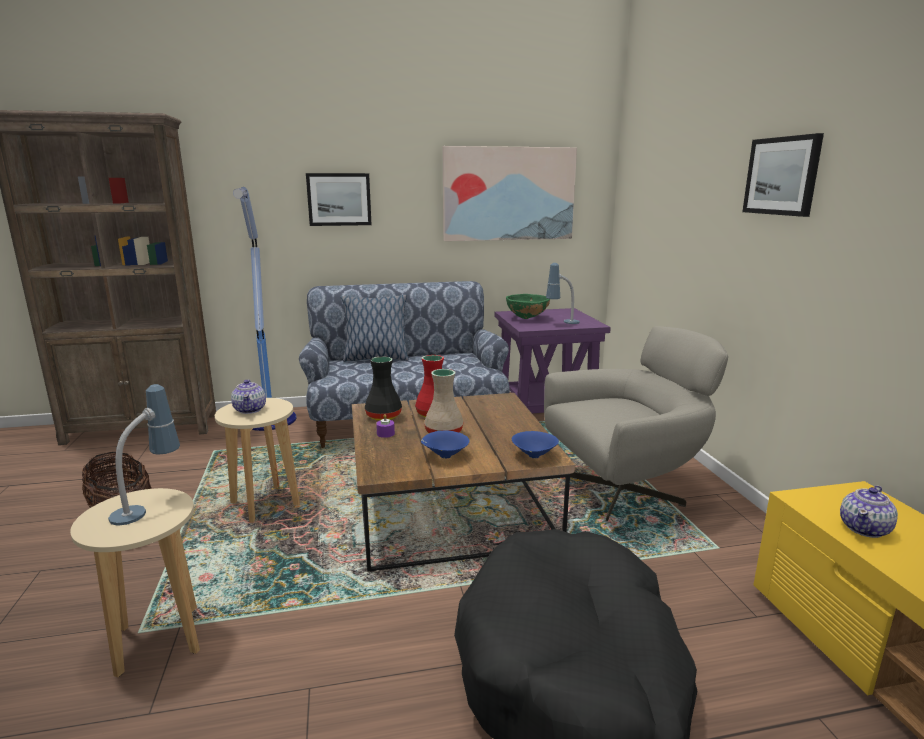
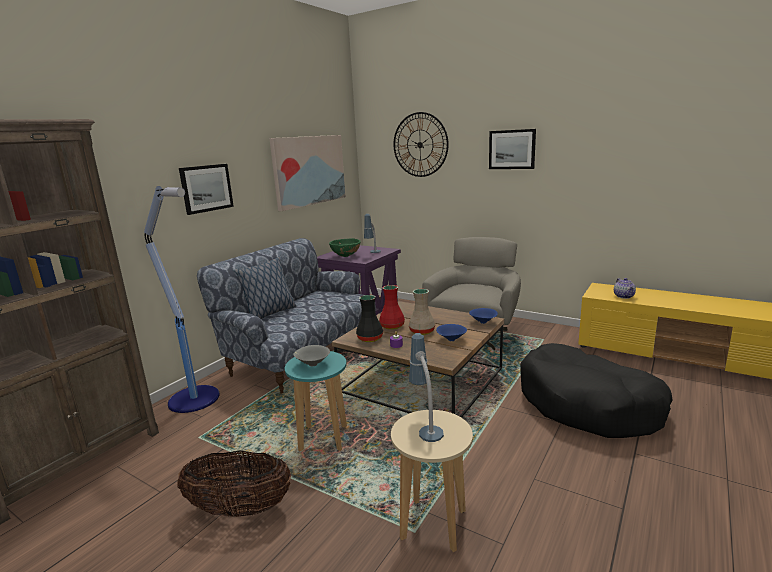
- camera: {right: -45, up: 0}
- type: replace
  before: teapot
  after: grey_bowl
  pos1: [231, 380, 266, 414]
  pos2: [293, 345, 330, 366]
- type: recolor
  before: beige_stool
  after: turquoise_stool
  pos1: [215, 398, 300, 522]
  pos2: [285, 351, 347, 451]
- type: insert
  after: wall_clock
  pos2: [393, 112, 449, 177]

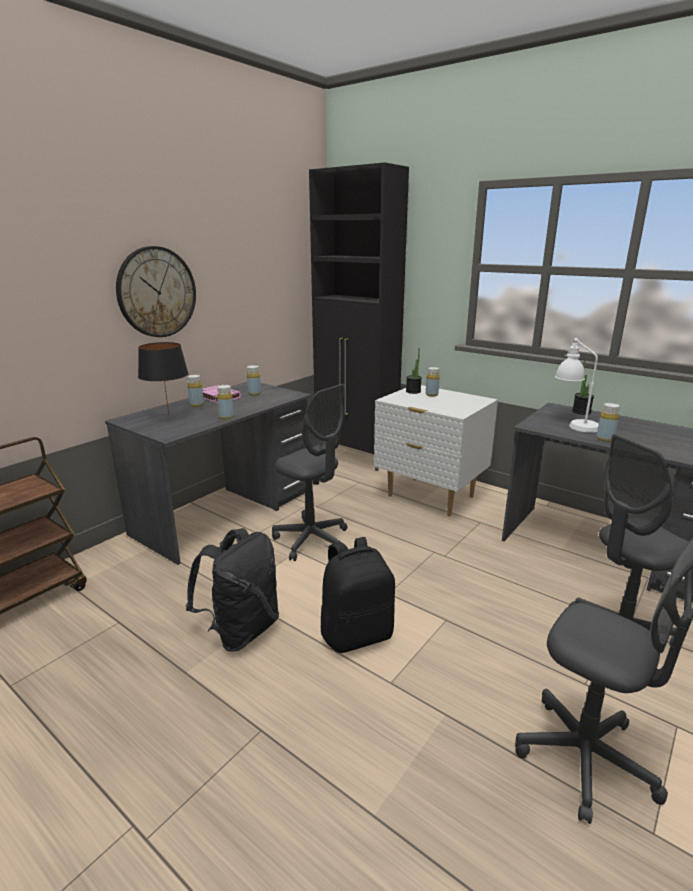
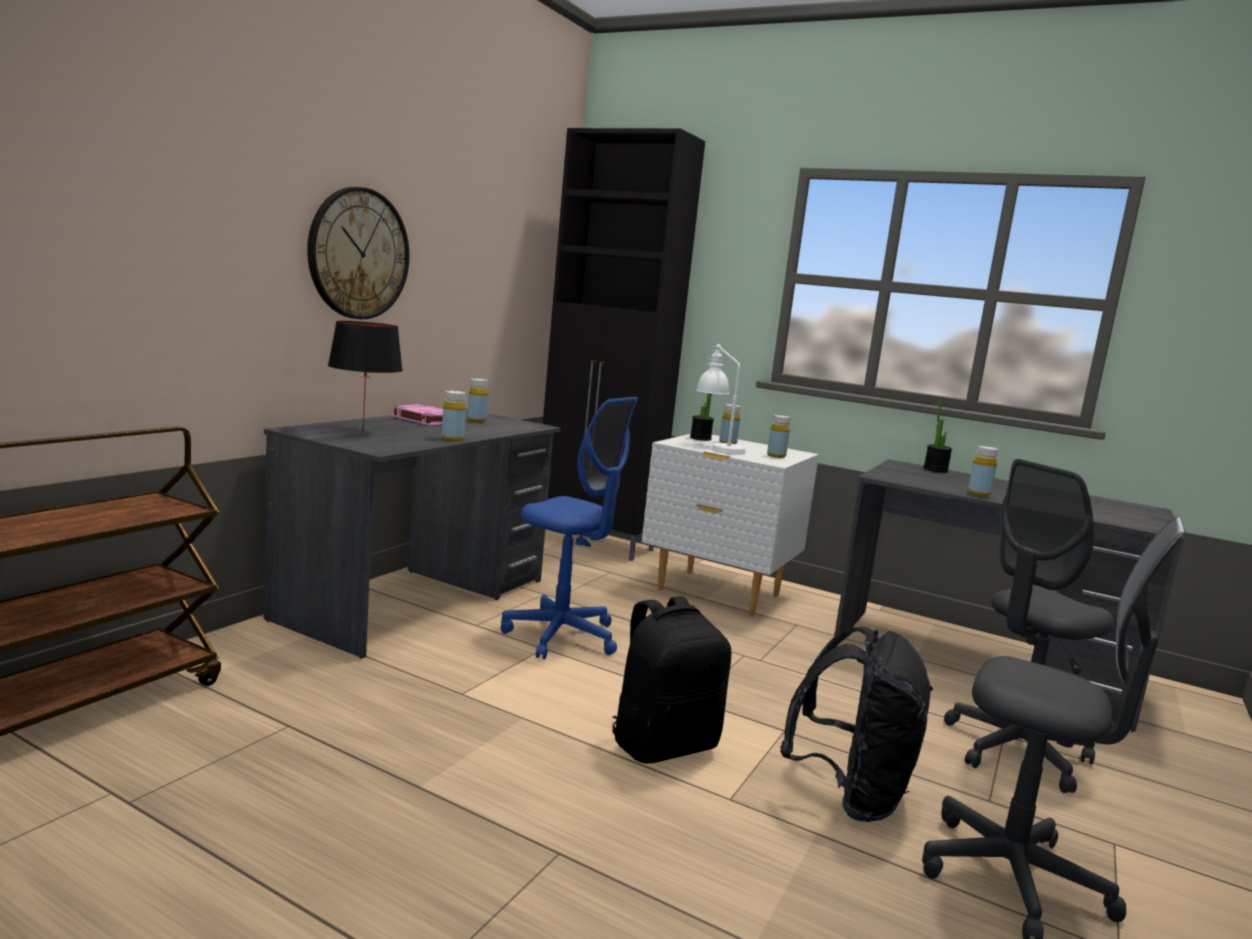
- camera: {right: -10, up: -10}
- type: move
  before: white_table_lamp
  pos1: [555, 338, 599, 433]
  pos2: [696, 344, 746, 455]
- type: move
  before: yellow_bottle
  pos1: [187, 375, 204, 407]
  pos2: [767, 415, 790, 458]
- type: recolor
  before: grey_office_chair
  after: blue_office_chair
  pos1: [272, 384, 347, 561]
  pos2: [501, 397, 638, 660]
- type: move
  before: black_backpack
  pos1: [186, 528, 279, 652]
  pos2: [780, 627, 933, 822]

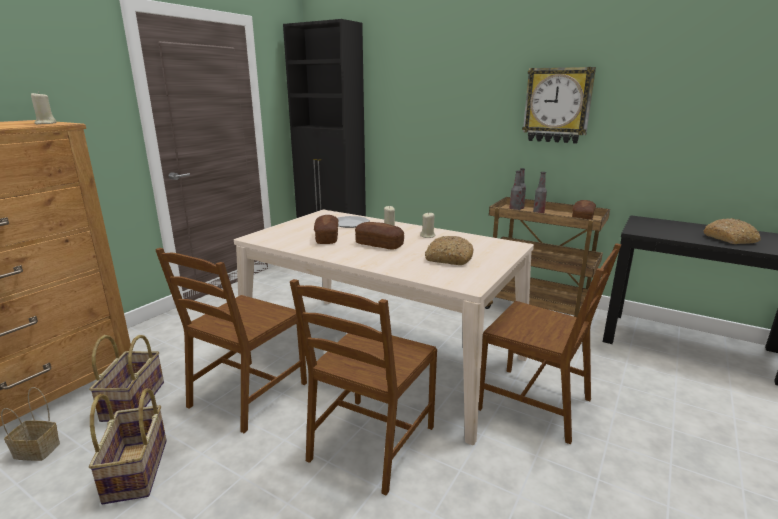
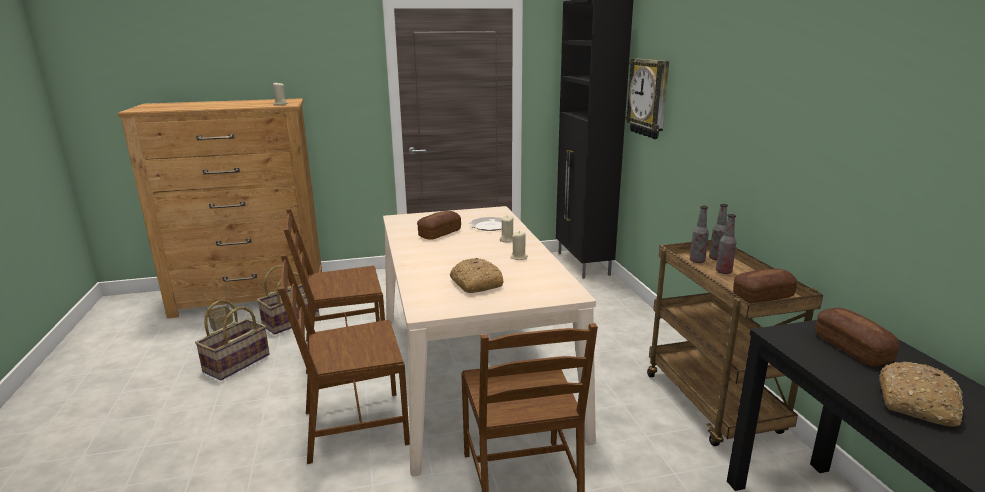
- camera: {right: 45, up: 0}
- type: move
  before: wall_clock
  pos1: [522, 67, 596, 144]
  pos2: [625, 58, 669, 139]
- type: move
  before: bread
  pos1: [355, 222, 404, 250]
  pos2: [815, 308, 899, 366]

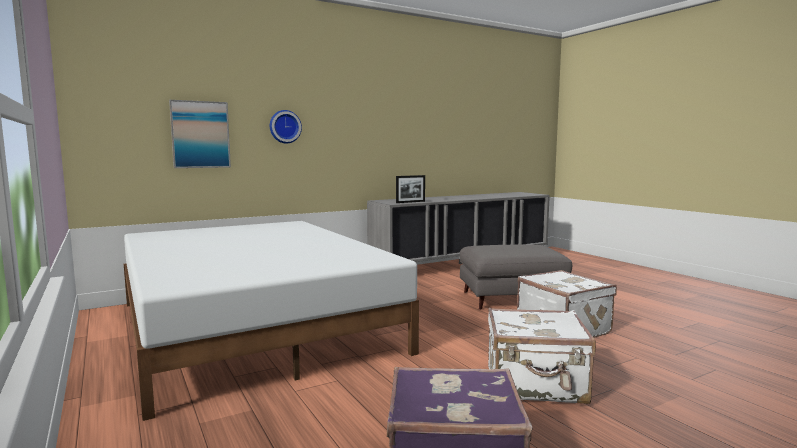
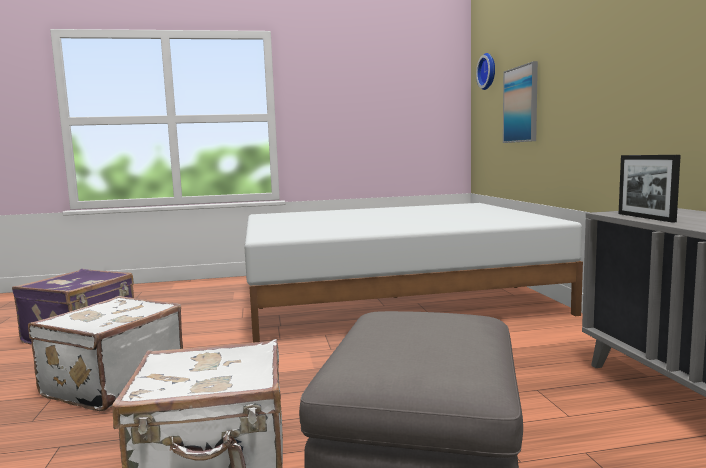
- camera: {right: 110, up: 0}
- type: move
  before: wall_clock
  pos1: [270, 110, 302, 143]
  pos2: [476, 53, 495, 90]

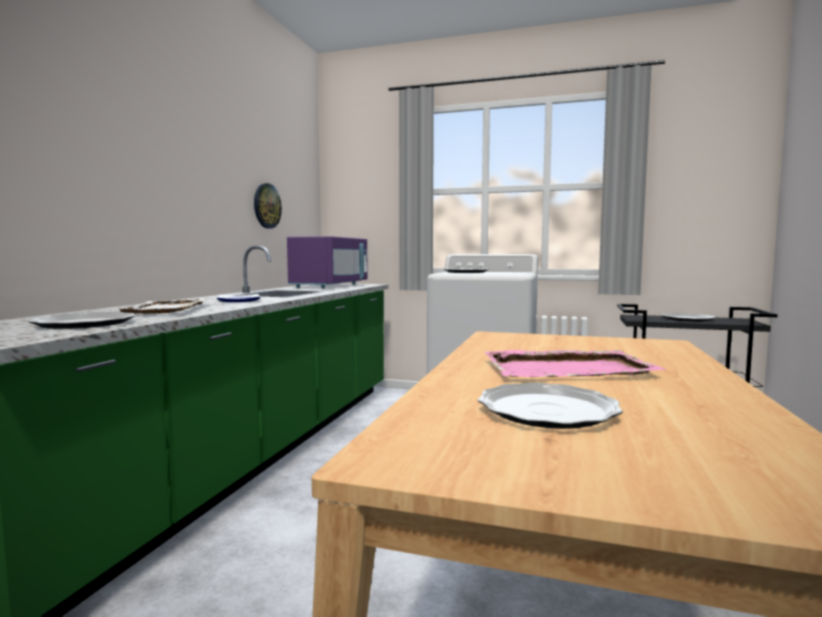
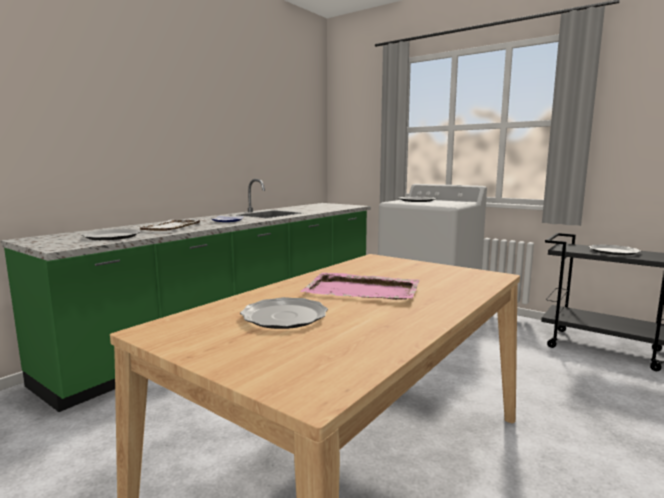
- camera: {right: 20, up: 5}
- type: delete
  before: wall_clock
  pos1: [254, 183, 282, 229]
- type: delete
  before: purple_microwave
  pos1: [287, 236, 368, 289]

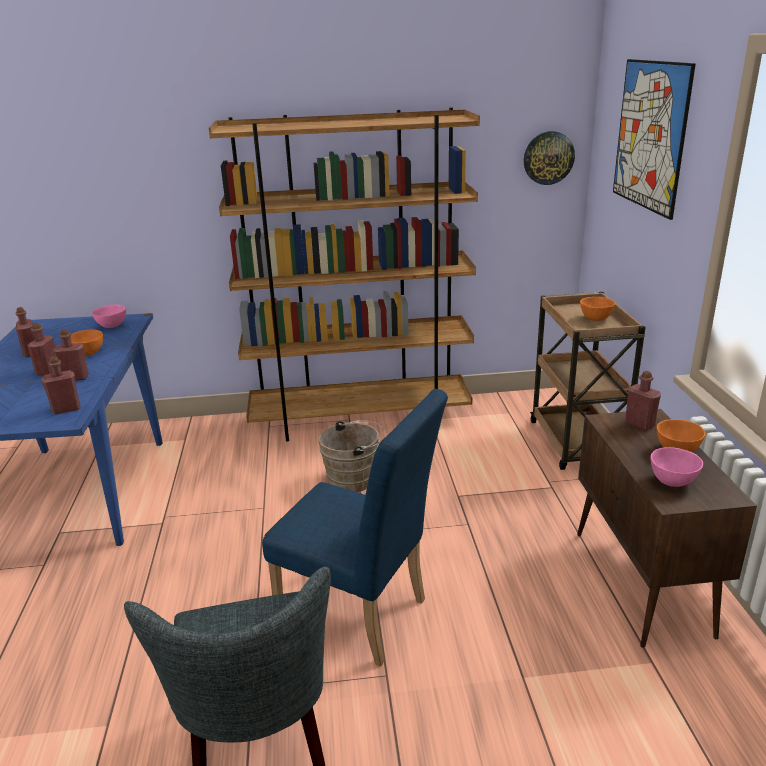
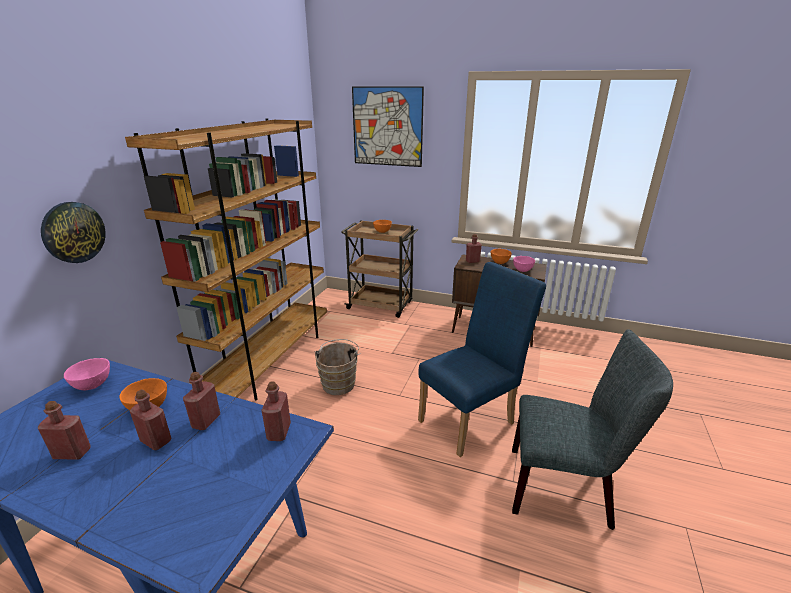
- camera: {right: -65, up: 0}
- type: move
  before: wall_clock
  pos1: [524, 131, 575, 185]
  pos2: [41, 202, 105, 263]

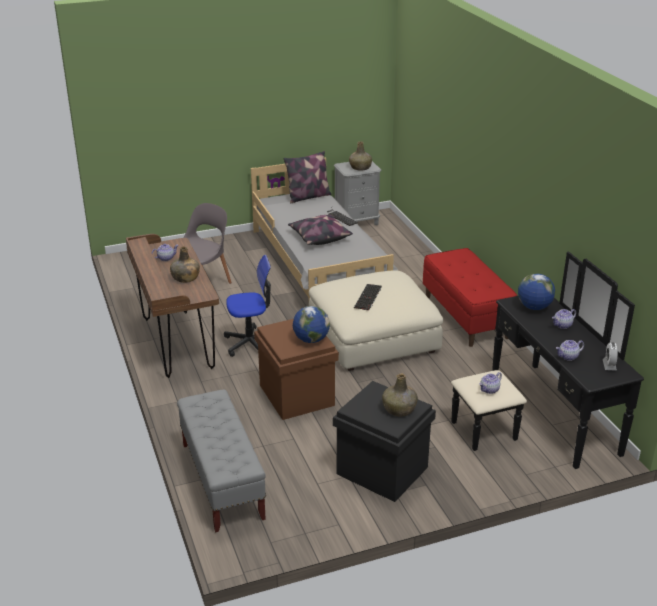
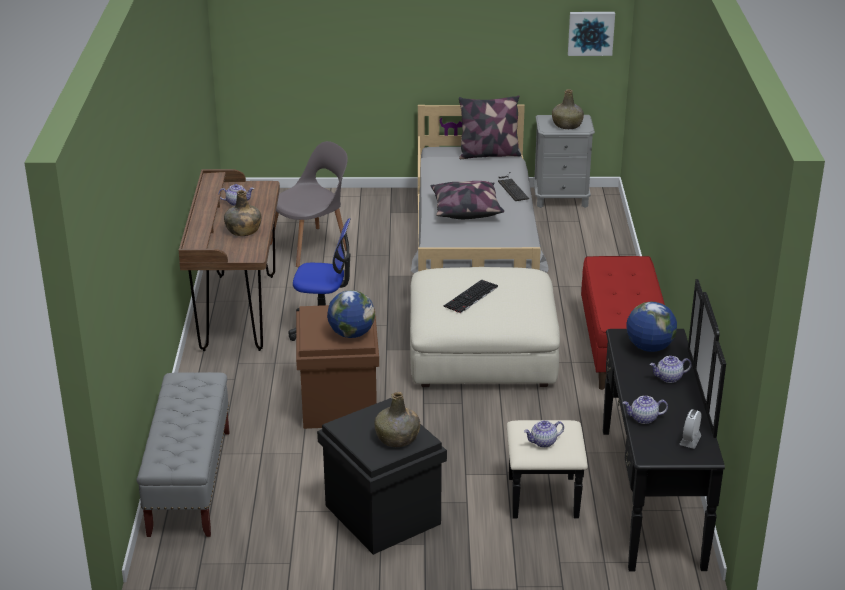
- camera: {right: 20, up: 0}
- type: insert
  after: picture
  pos2: [568, 12, 615, 56]

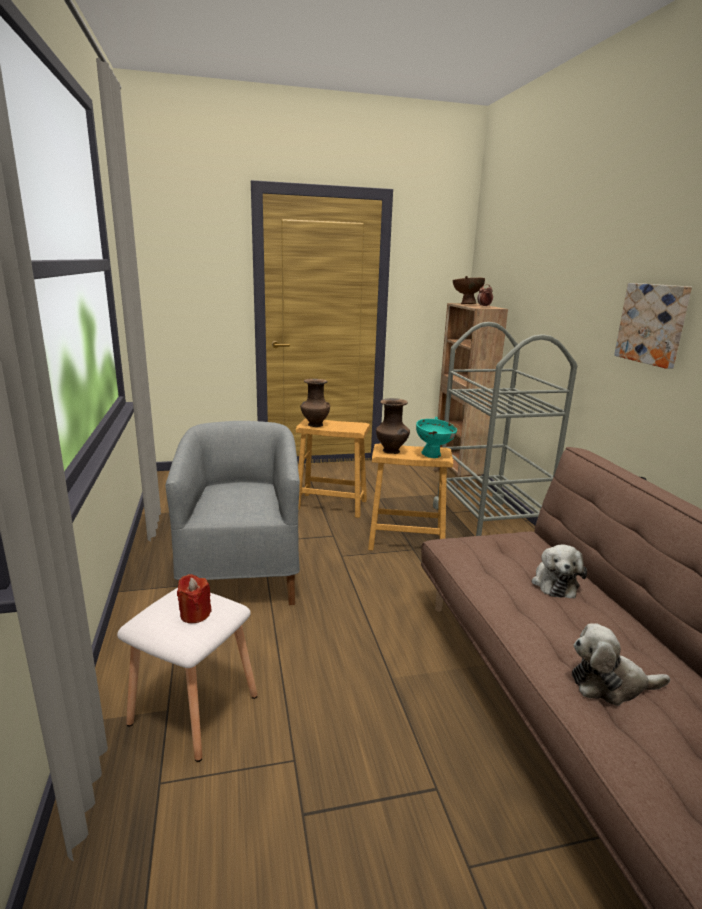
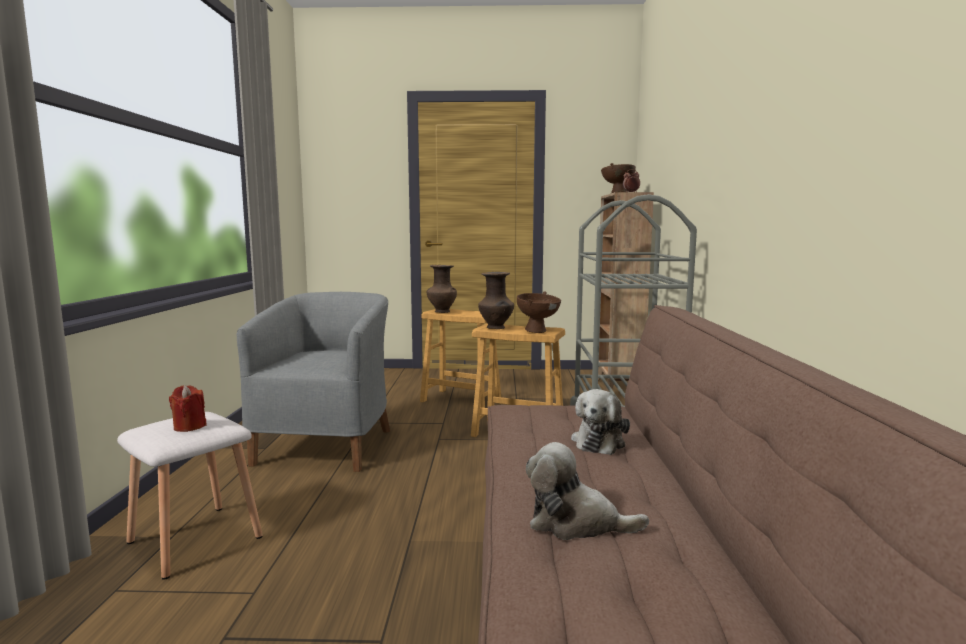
- camera: {right: 15, up: -10}
- type: delete
  before: picture
  pos1: [614, 283, 692, 369]
- type: recolor
  before: turquoise_bowl
  after: brown_bowl
  pos1: [416, 417, 457, 458]
  pos2: [517, 291, 561, 333]

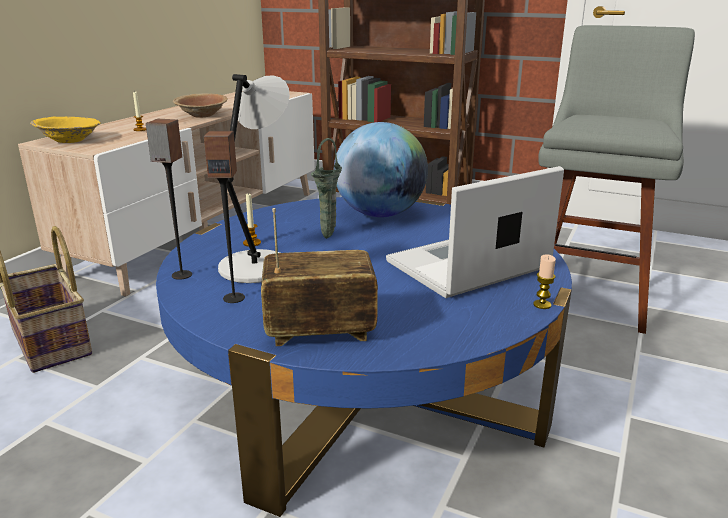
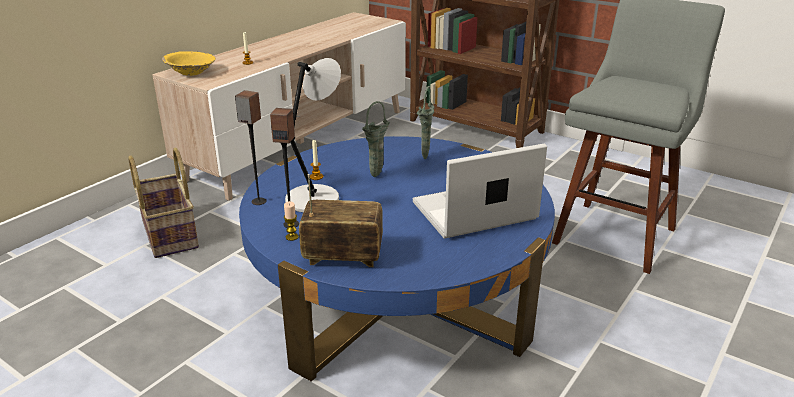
- camera: {right: 10, up: 5}
- type: delete
  before: brown_bowl
  pos1: [173, 93, 228, 118]
- type: replace
  before: globe
  after: green_vase
  pos1: [334, 122, 428, 217]
  pos2: [417, 86, 435, 159]
- type: move
  before: candle
  pos1: [533, 254, 556, 309]
  pos2: [284, 201, 299, 241]

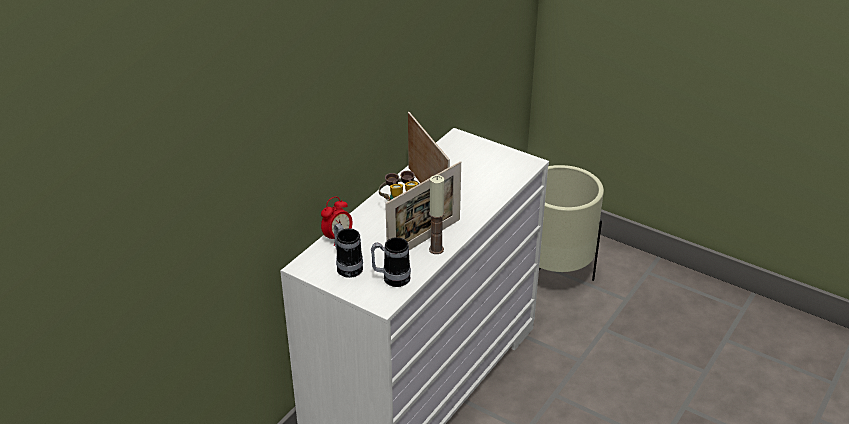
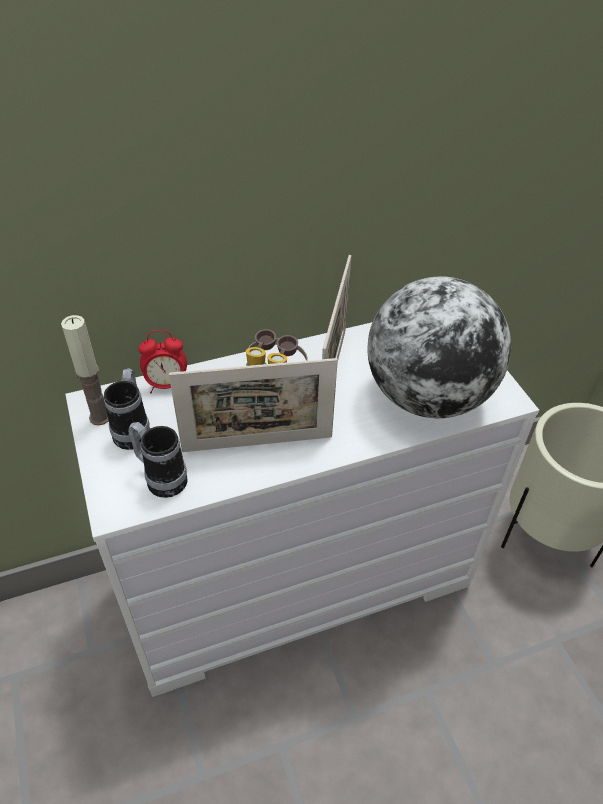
- camera: {right: 35, up: 10}
- type: move
  before: candle
  pos1: [429, 175, 445, 254]
  pos2: [61, 315, 109, 425]
- type: insert
  after: globe
  pos2: [367, 276, 511, 418]

